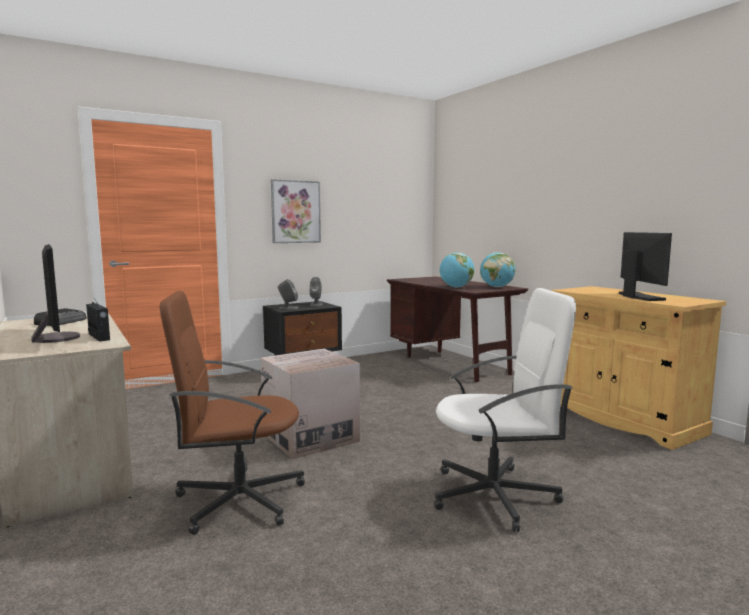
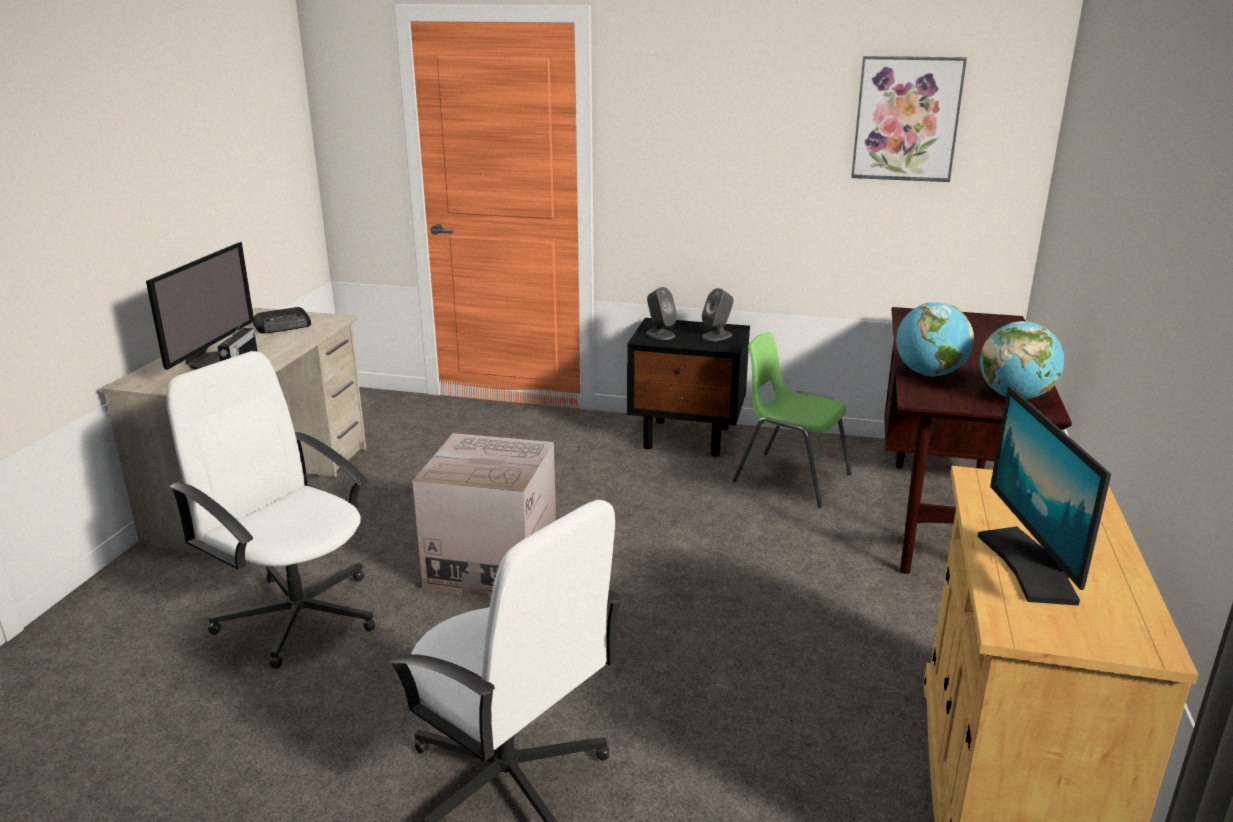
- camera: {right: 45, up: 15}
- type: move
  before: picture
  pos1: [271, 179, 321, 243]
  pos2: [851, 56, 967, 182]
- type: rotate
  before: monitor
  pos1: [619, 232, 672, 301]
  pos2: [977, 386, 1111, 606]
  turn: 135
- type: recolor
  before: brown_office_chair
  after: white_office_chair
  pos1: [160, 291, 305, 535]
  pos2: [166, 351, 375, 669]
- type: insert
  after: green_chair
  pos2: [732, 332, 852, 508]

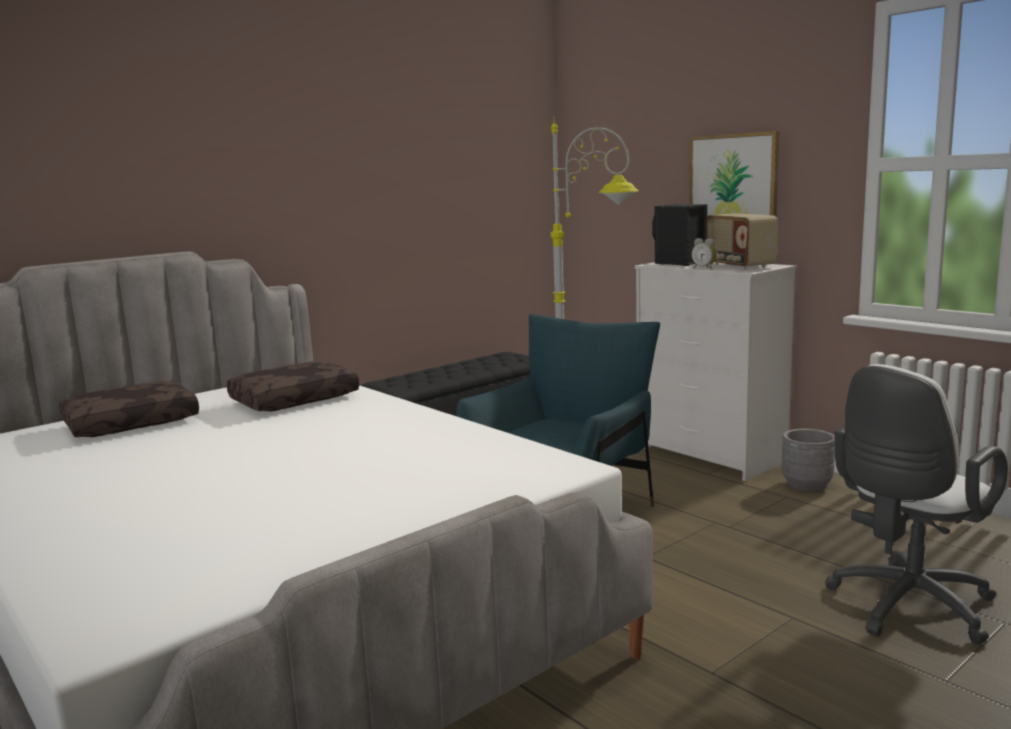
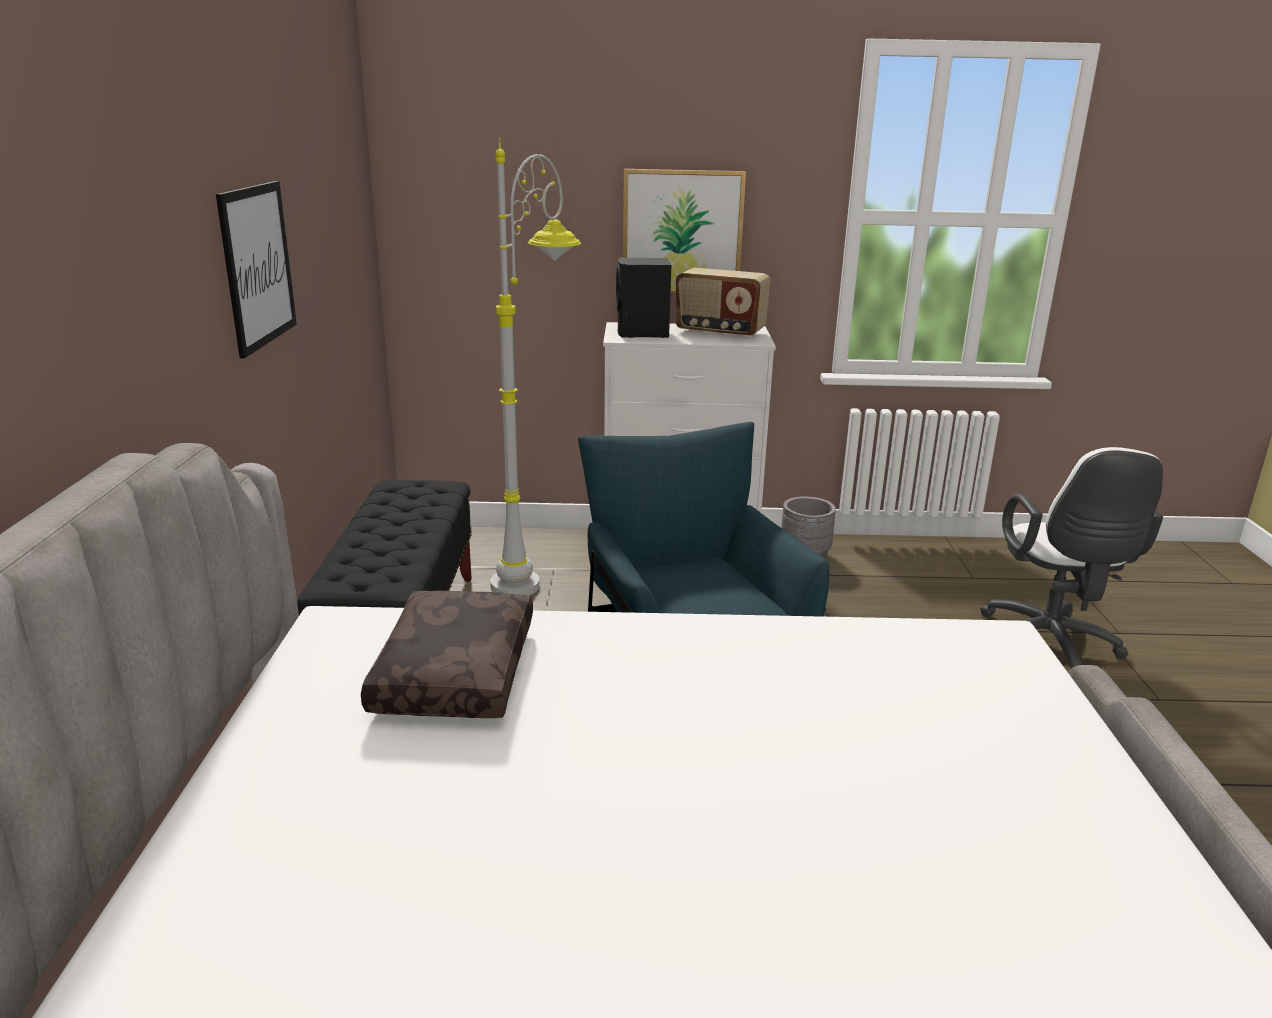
- camera: {right: -50, up: 10}
- type: delete
  before: alarm_clock
  pos1: [691, 238, 717, 270]
- type: delete
  before: brown_pillow
  pos1: [60, 381, 199, 437]
- type: insert
  after: picture
  pos2: [216, 181, 297, 359]

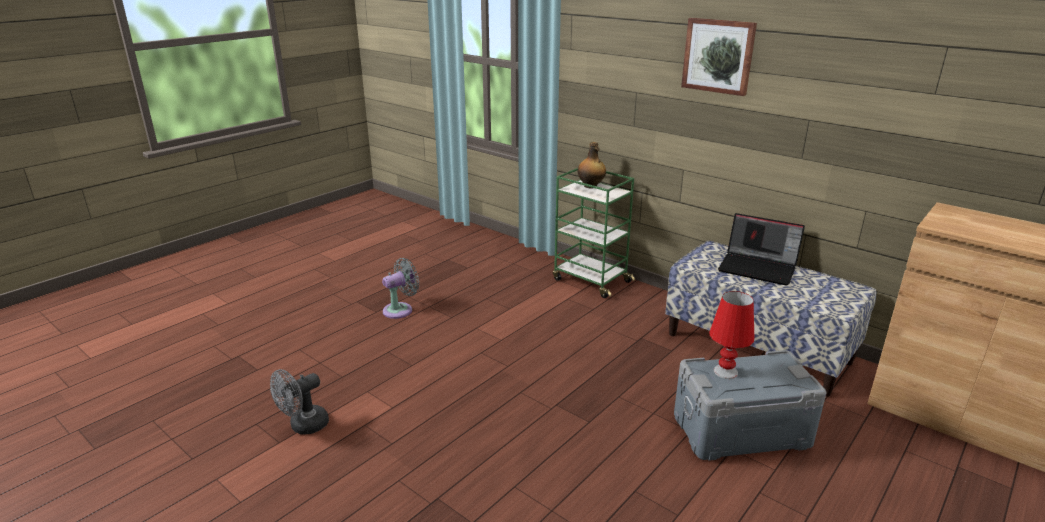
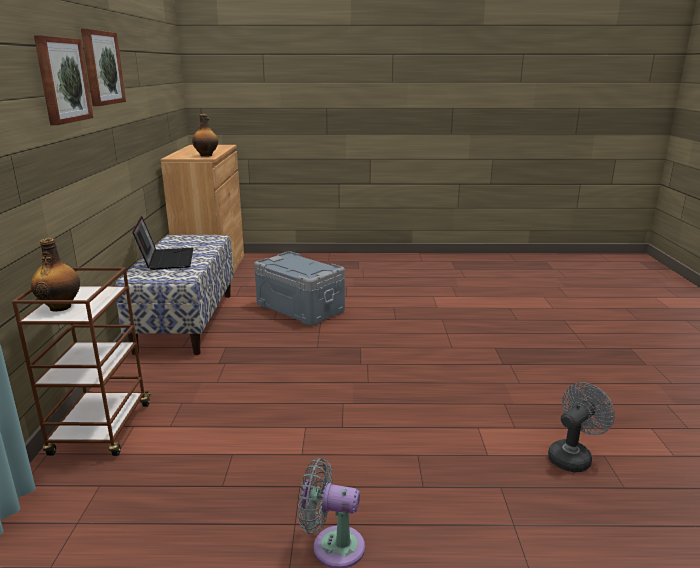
- camera: {right: -130, up: -5}
- type: recolor
  before: green_cart
  after: brown_cart
  pos1: [553, 168, 635, 298]
  pos2: [12, 267, 151, 456]
- type: delete
  before: red_table_lamp
  pos1: [709, 291, 754, 379]
- type: rotate
  before: grey_fan
  pos1: [270, 369, 329, 435]
  pos2: [548, 382, 615, 473]
  turn: -45
- type: insert
  after: picture
  pos2: [81, 29, 126, 106]
- type: insert
  after: bottle
  pos2: [192, 114, 218, 157]

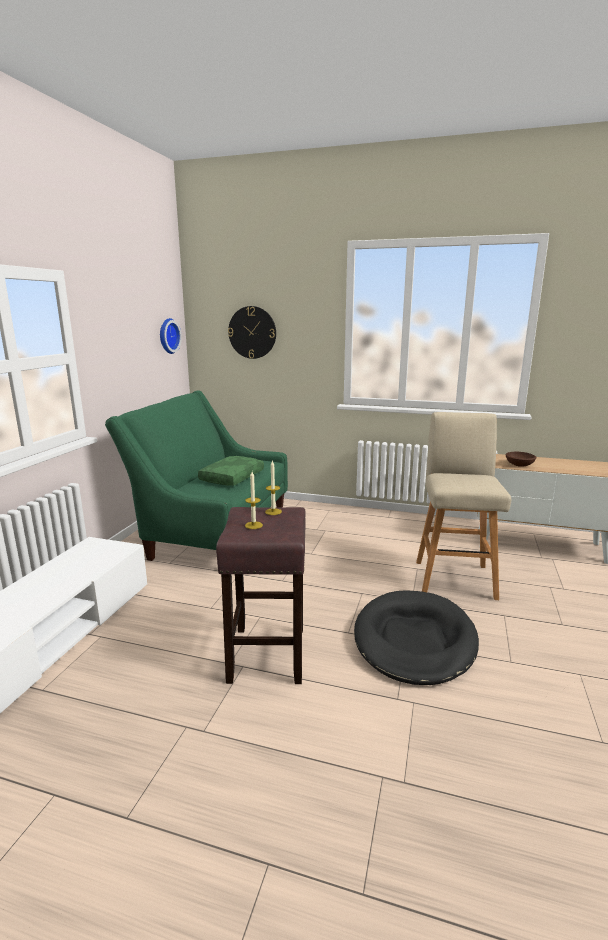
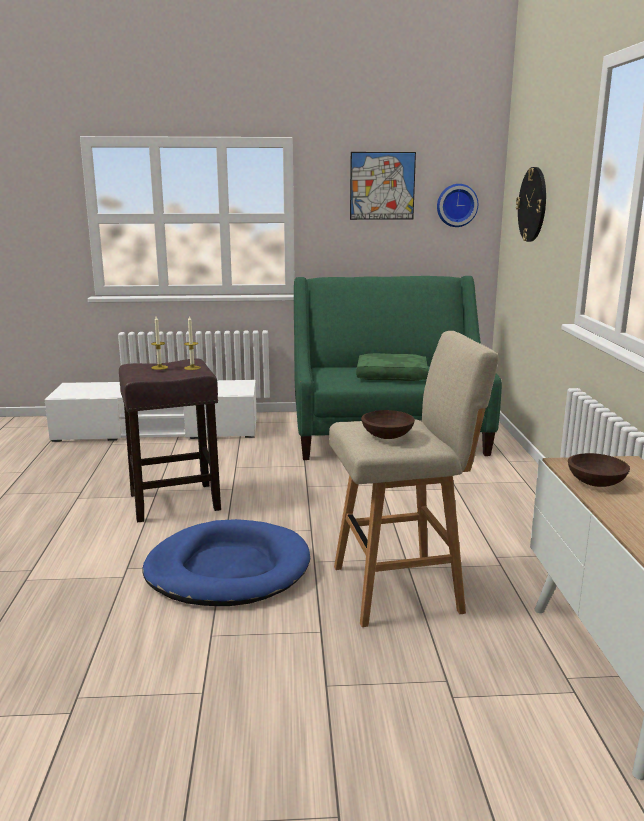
- camera: {right: 70, up: 0}
- type: recolor
  before: black_dog_bed
  after: blue_dog_bed
  pos1: [354, 590, 479, 685]
  pos2: [142, 519, 310, 606]
- type: insert
  after: picture
  pos2: [350, 152, 416, 220]
- type: insert
  after: brown_bowl
  pos2: [361, 410, 415, 439]

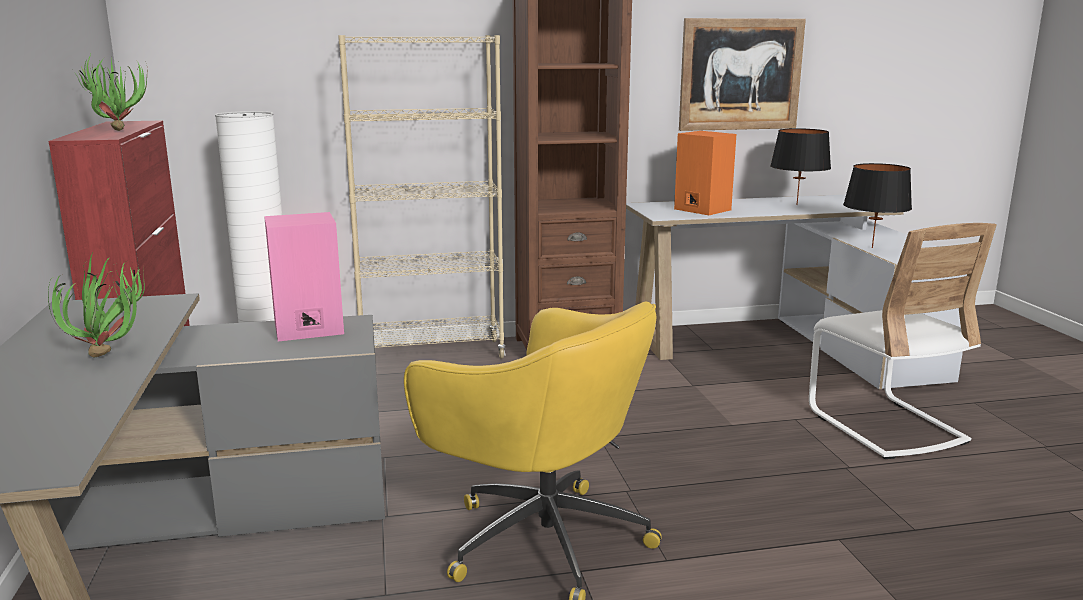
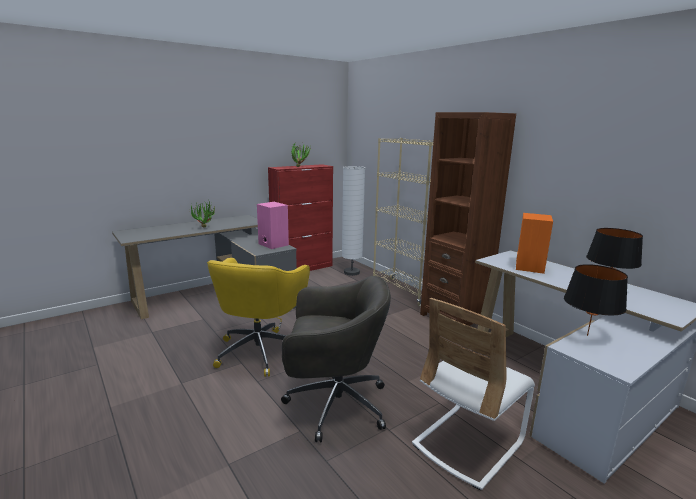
- camera: {right: 65, up: 0}
- type: delete
  before: picture
  pos1: [679, 18, 806, 131]
- type: insert
  after: grey_office_chair
  pos2: [281, 276, 391, 442]

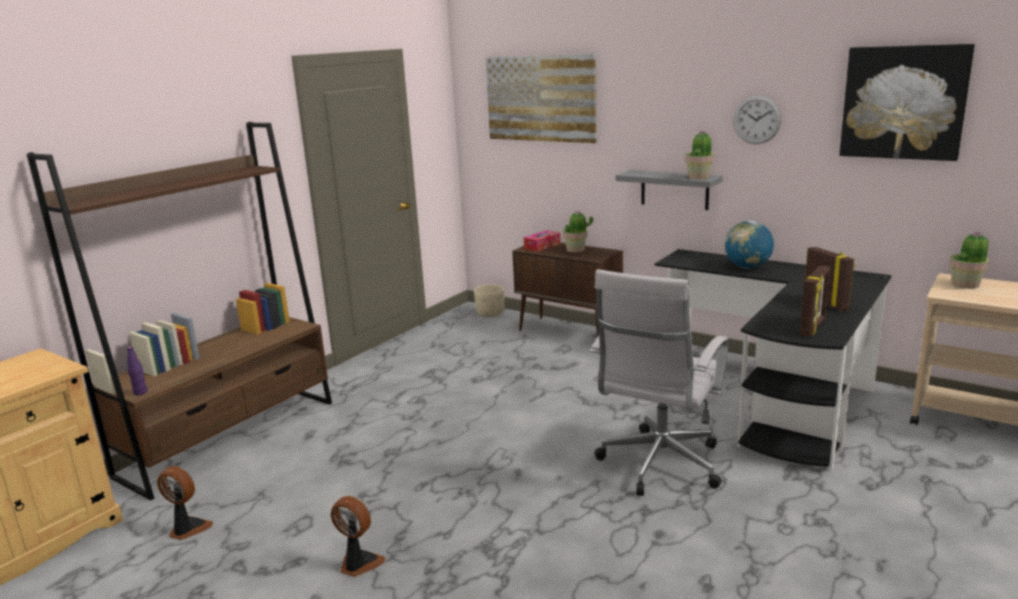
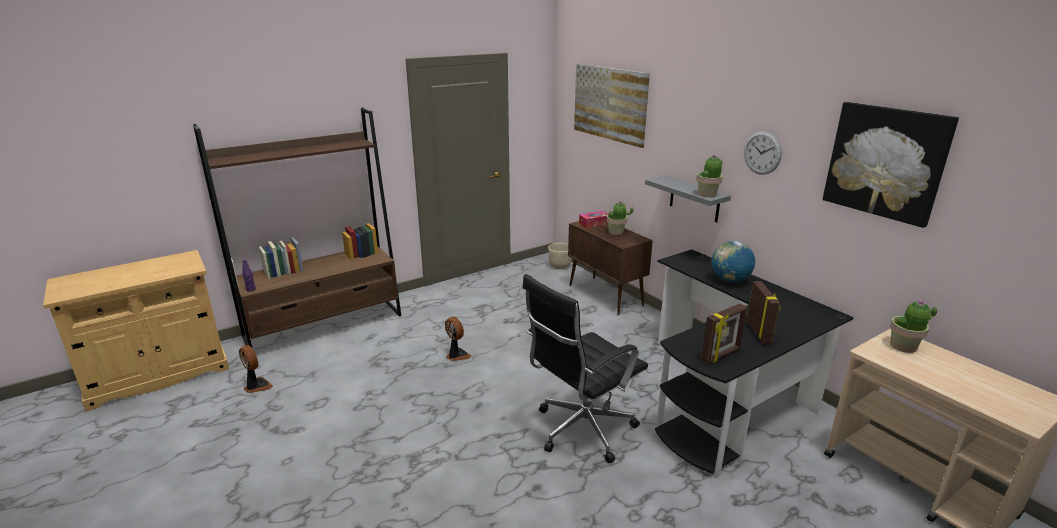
- camera: {right: 20, up: 5}
- type: recolor
  before: white_office_chair
  after: black_office_chair
  pos1: [590, 269, 729, 496]
  pos2: [522, 274, 648, 463]
- type: move
  before: fan
  pos1: [331, 496, 385, 577]
  pos2: [445, 317, 471, 361]

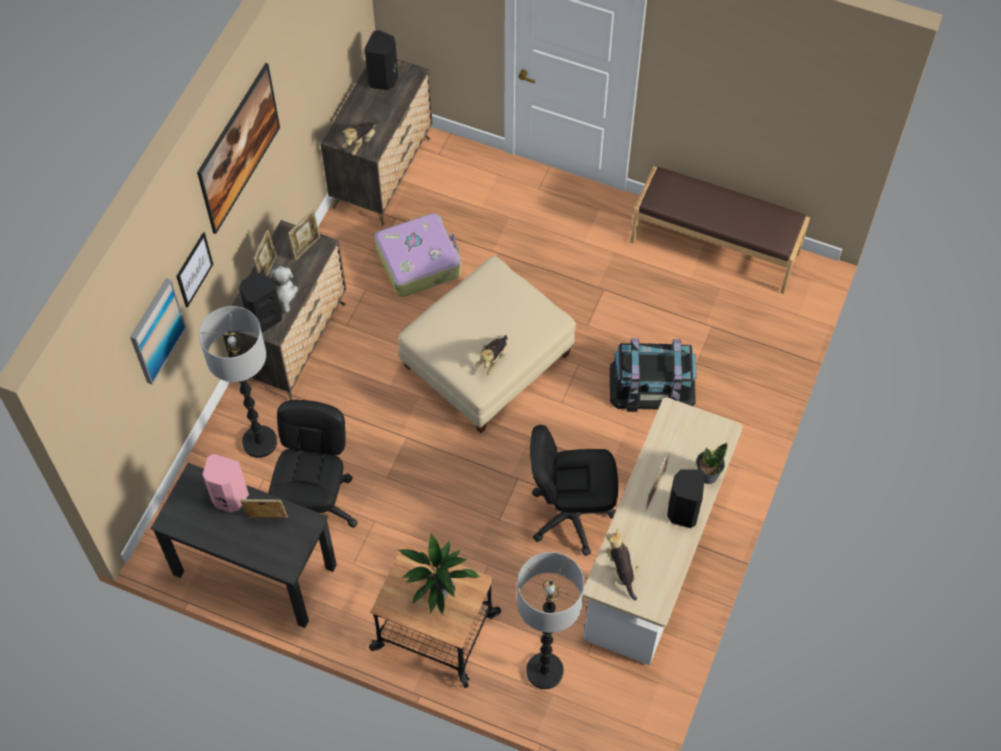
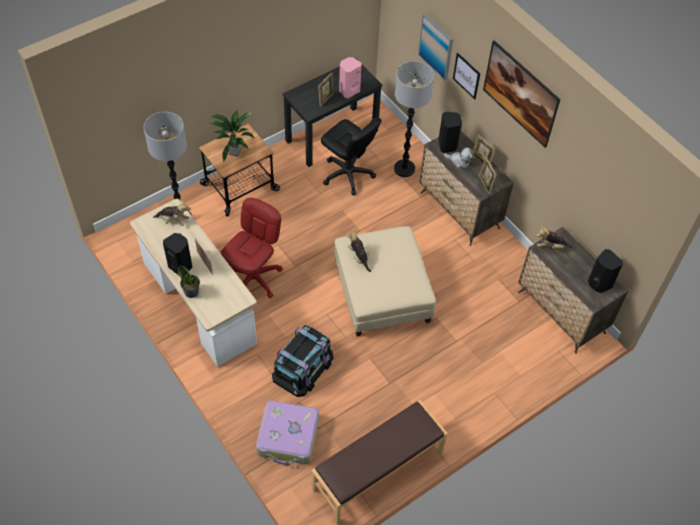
- camera: {right: 120, up: -5}
- type: rotate
  before: plush_toy
  pos1: [342, 122, 377, 155]
  pos2: [536, 226, 572, 249]
  turn: -60
- type: move
  before: suitcase
  pos1: [375, 213, 461, 297]
  pos2: [256, 401, 319, 466]
- type: recolor
  before: black_office_chair
  after: red_office_chair
  pos1: [530, 425, 618, 556]
  pos2: [221, 198, 283, 298]

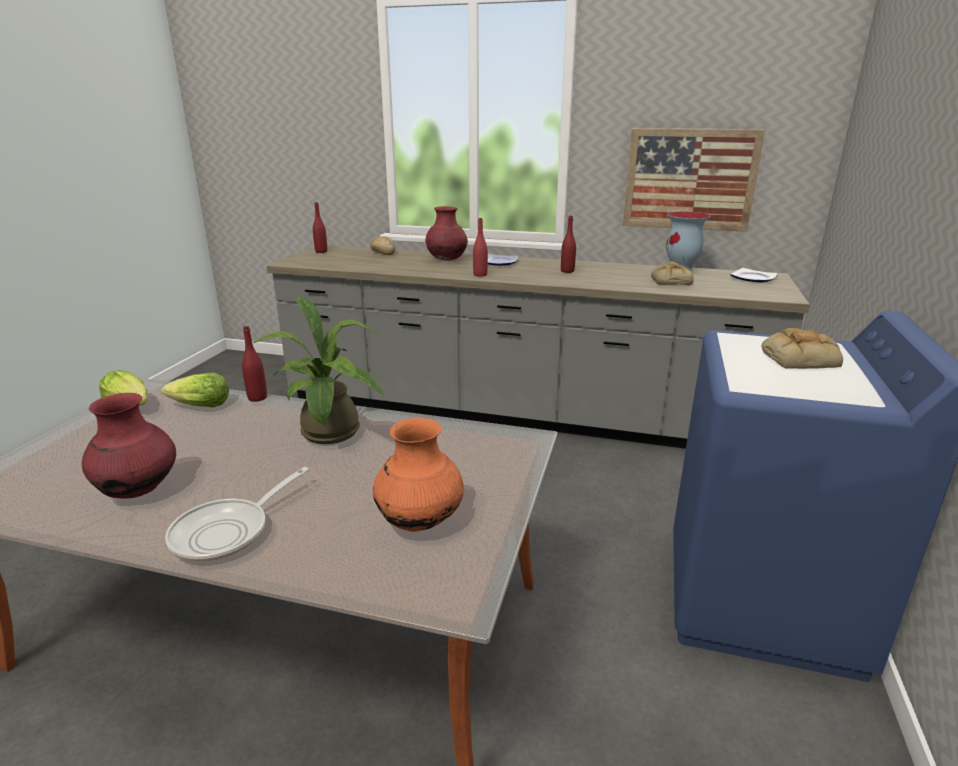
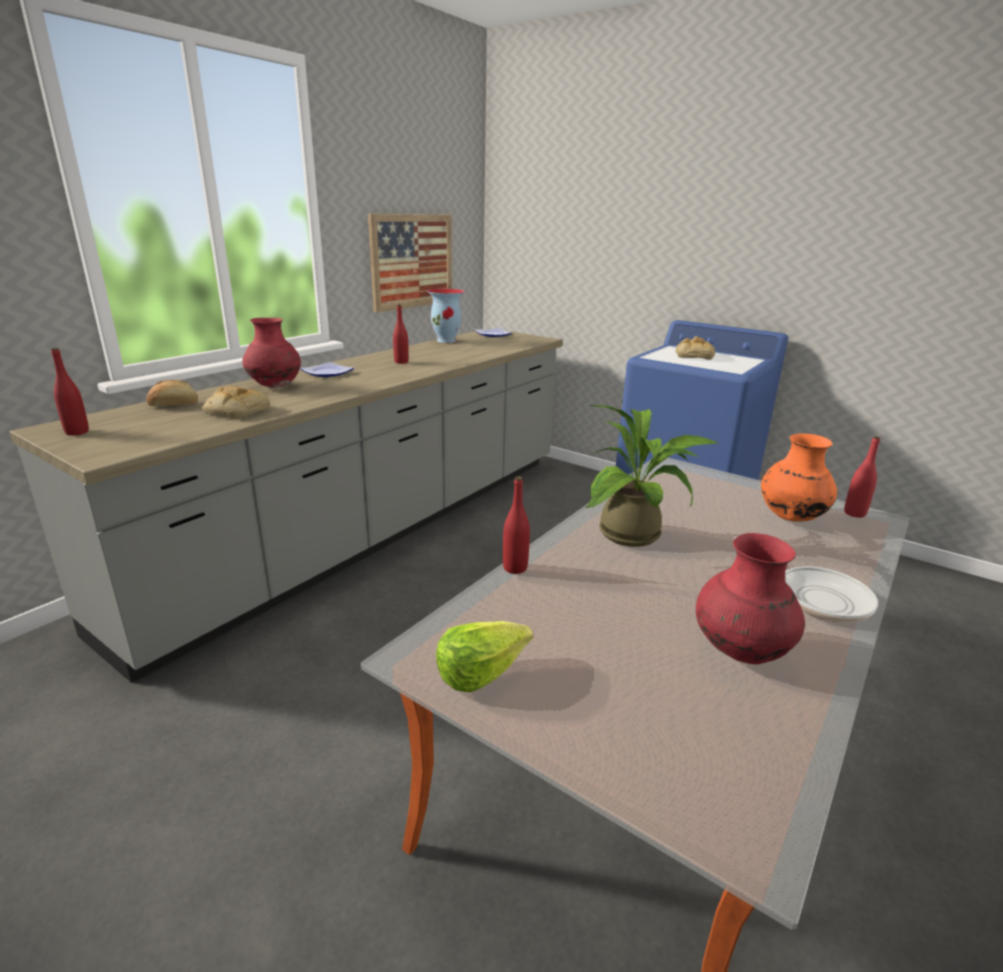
- camera: {right: -70, up: 0}
- type: move
  before: red_bottle
  pos1: [473, 218, 488, 277]
  pos2: [844, 436, 880, 518]
- type: move
  before: bread
  pos1: [651, 261, 694, 285]
  pos2: [202, 386, 270, 419]
- type: delete
  before: lettuce
  pos1: [161, 373, 229, 407]

